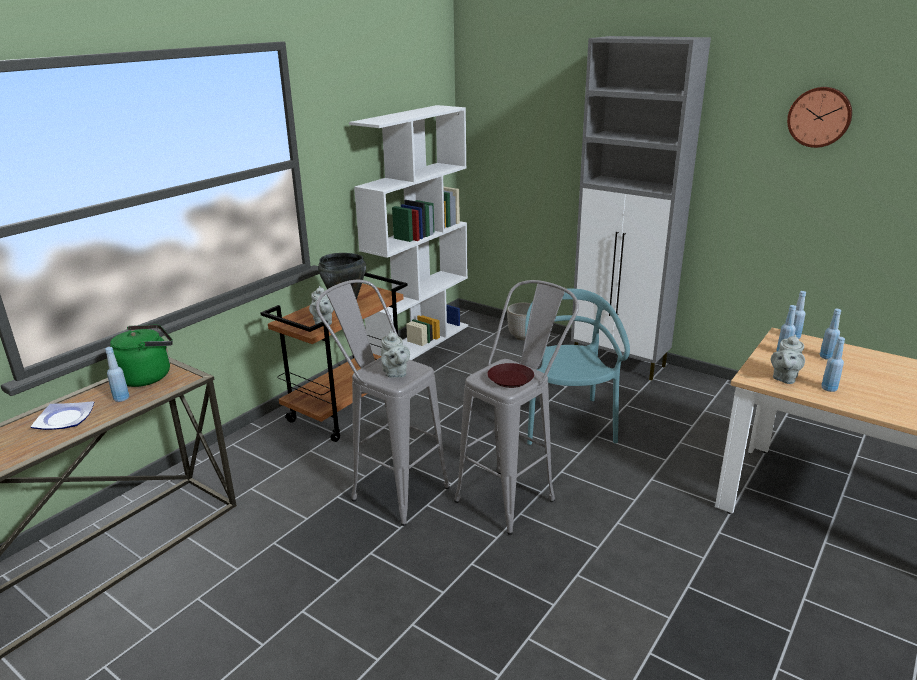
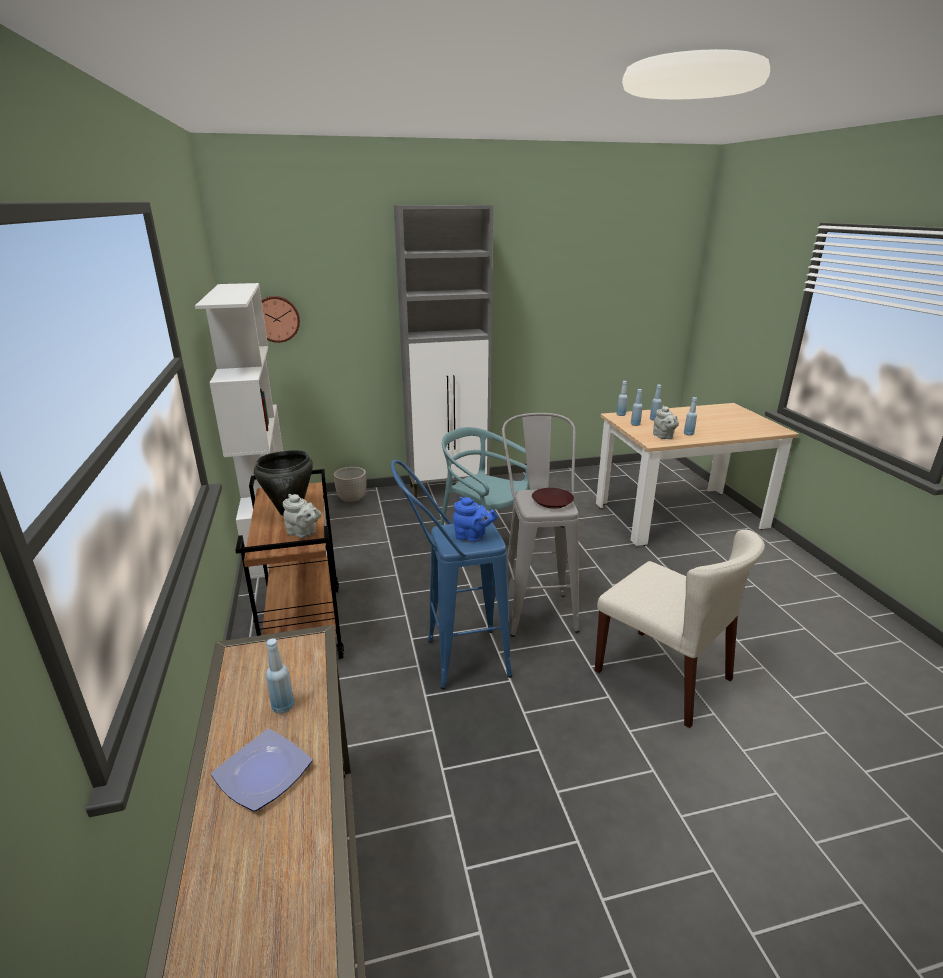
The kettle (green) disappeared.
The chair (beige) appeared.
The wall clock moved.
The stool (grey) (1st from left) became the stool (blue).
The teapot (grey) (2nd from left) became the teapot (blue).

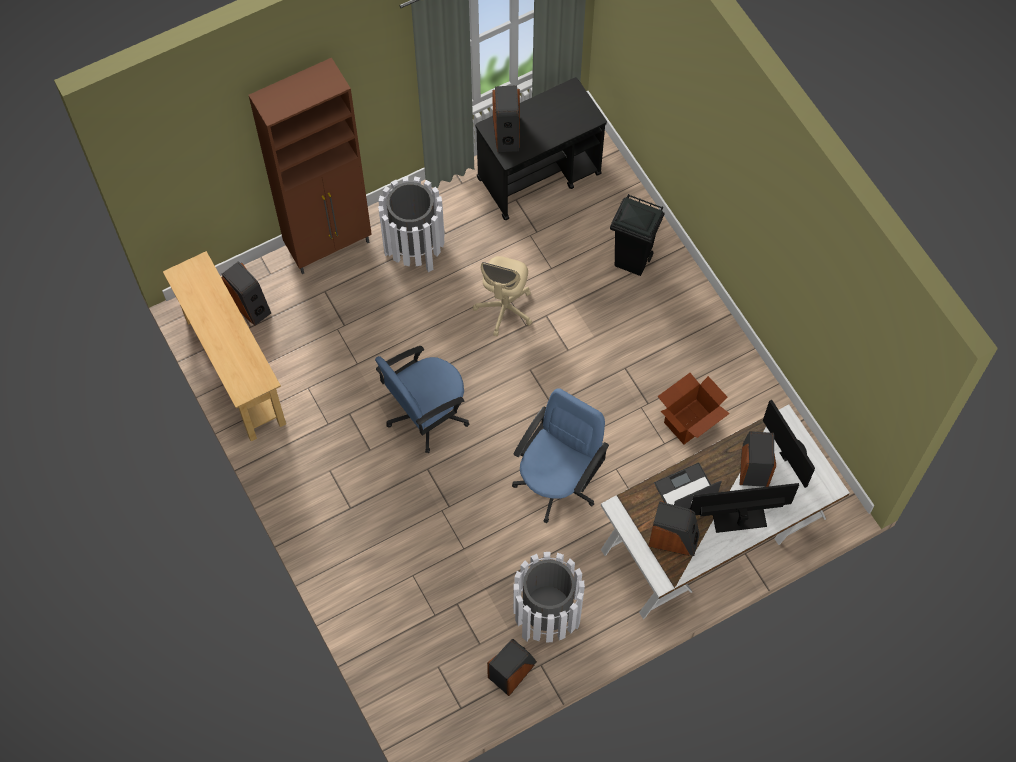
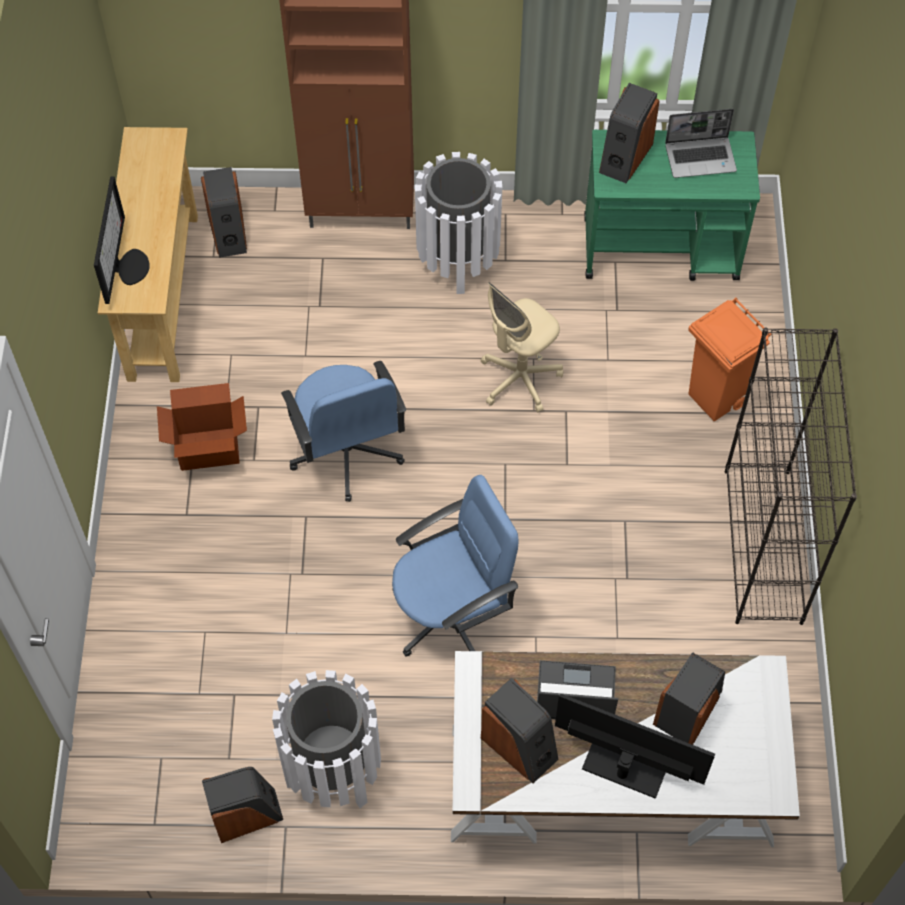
The laptop (2nd from left) appeared.
The bookcase (black) appeared.
The cardboard box moved.
The monitor (2nd from left in the first image) moved.
The cart (black) became the cart (green).
The trash can (black) became the trash can (orange).
The office chair (blue) (1st from left) turned 105 degrees counterclockwise.

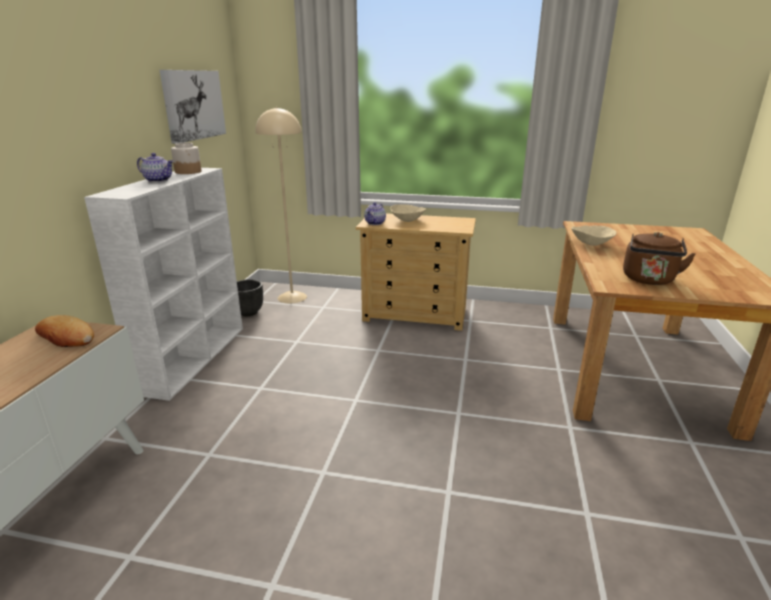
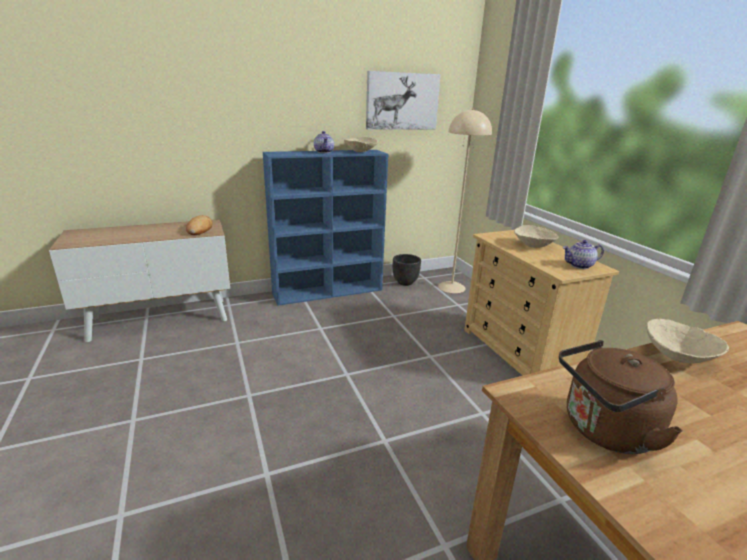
The teapot (2nd from left) moved.
The jar was replaced by the bowl (beige) (1st from left).
The bookcase (white) became the bookcase (blue).

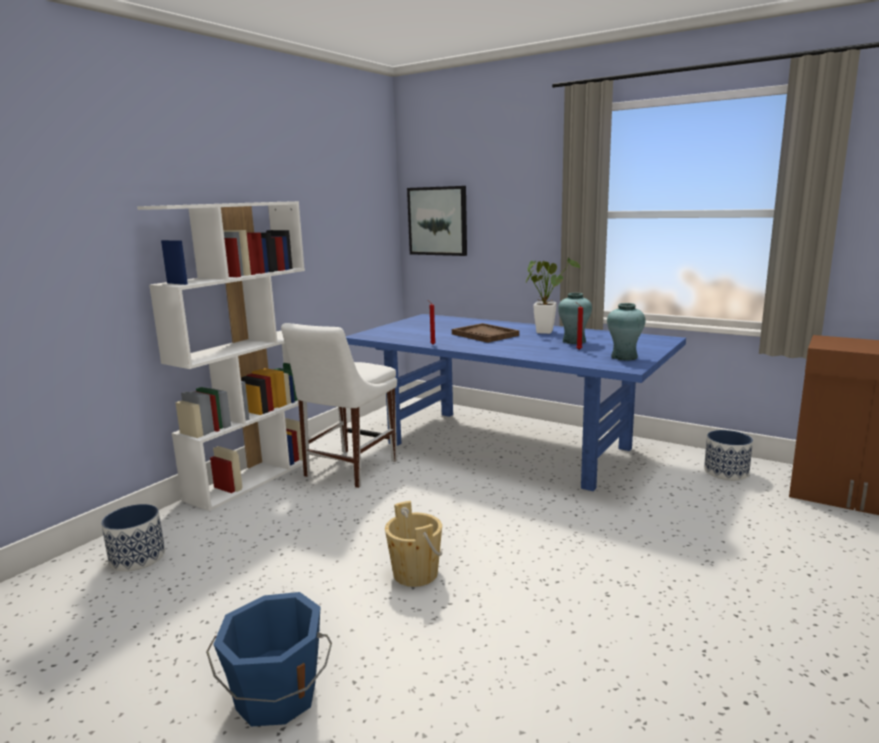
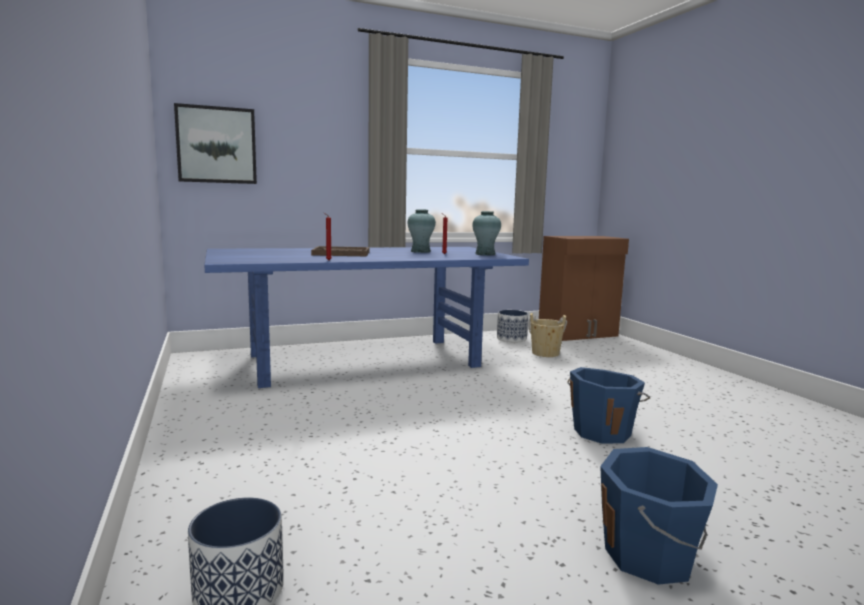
The bookcase (white) disappeared.
The chair (white) disappeared.
The potted plant disappeared.
The bucket (blue) (1st from left) appeared.
The bucket (beige) moved.

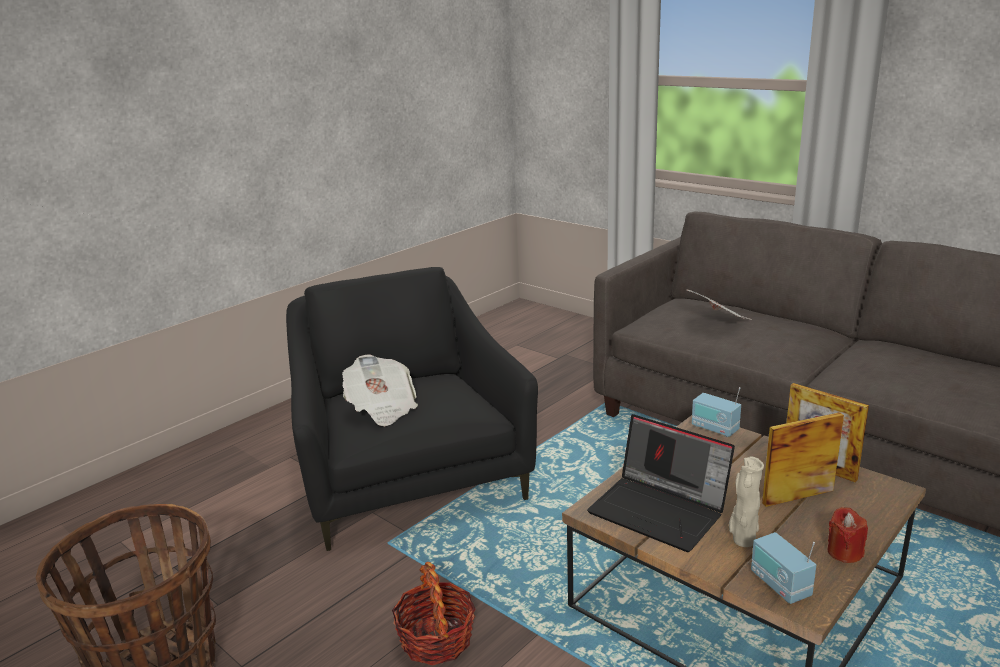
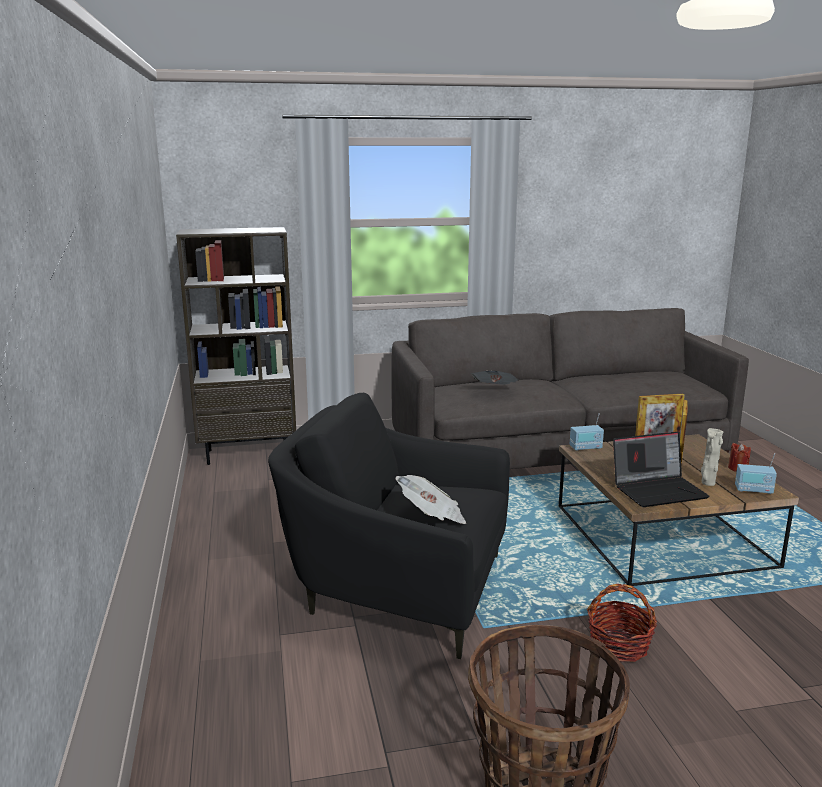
The bookcase (brown) appeared.

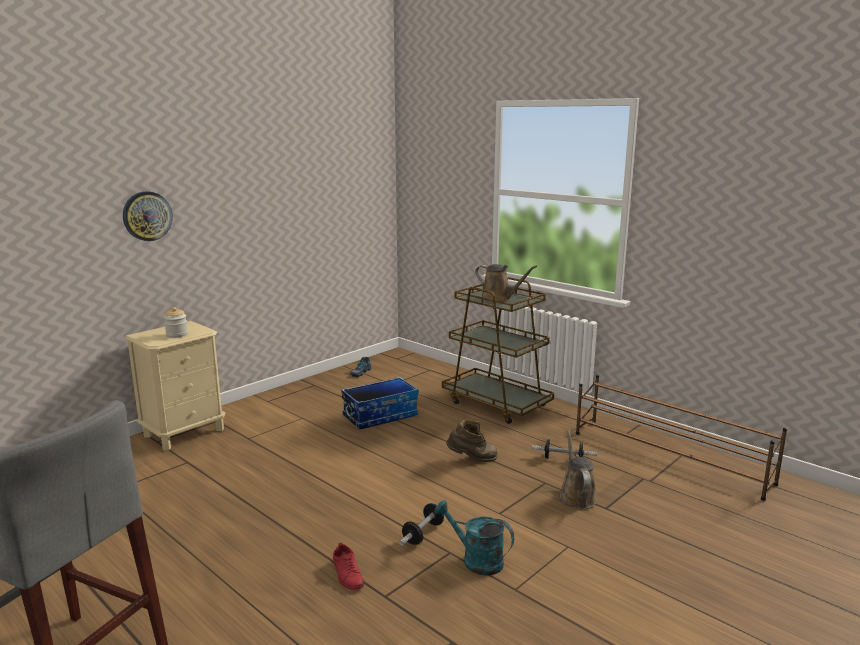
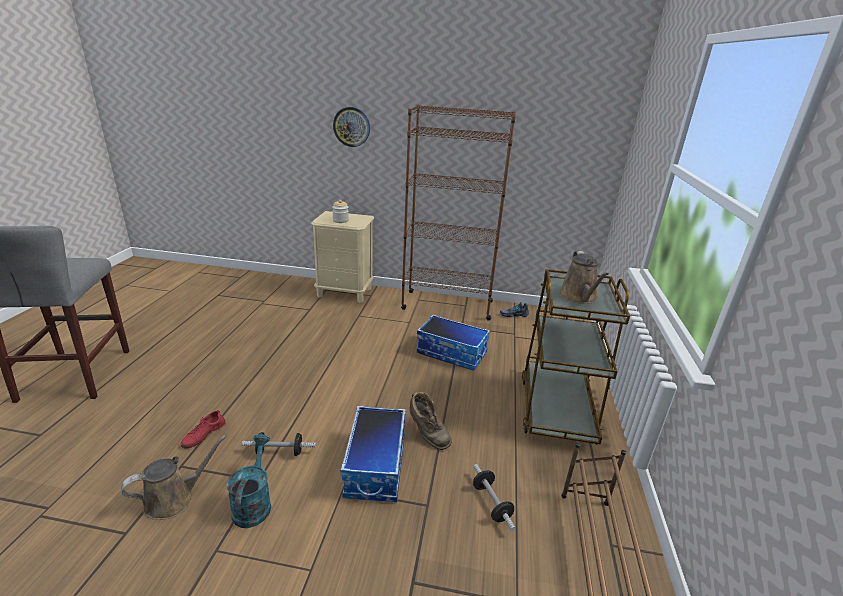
The storage box (1st from left) appeared.
The bookcase (brown) appeared.
The watering can (brown) (2nd from left in the first image) moved.

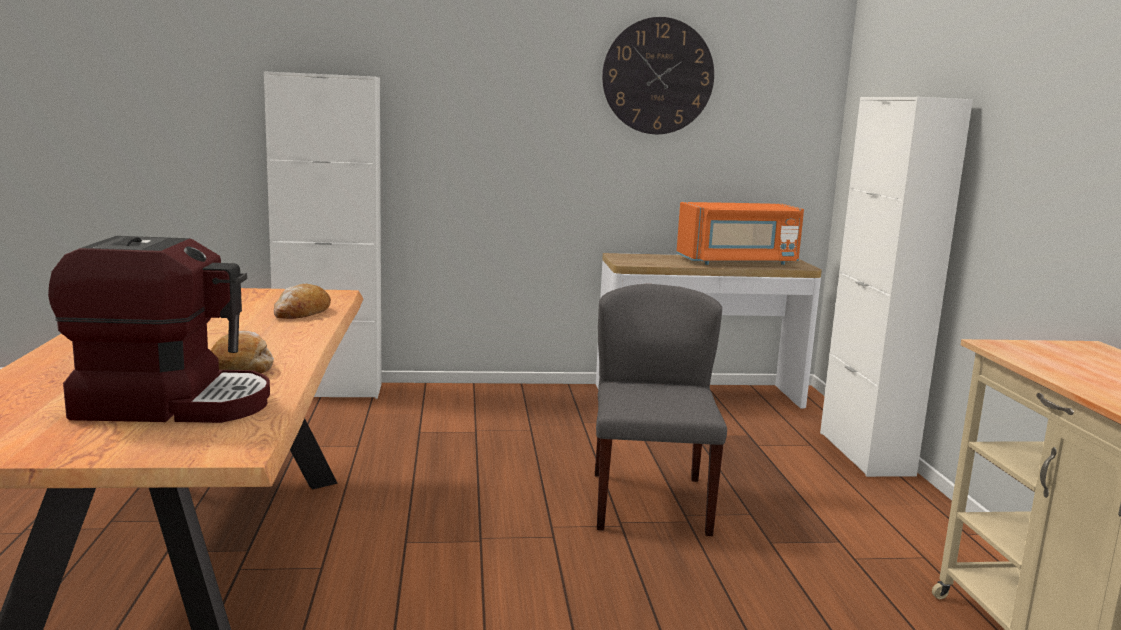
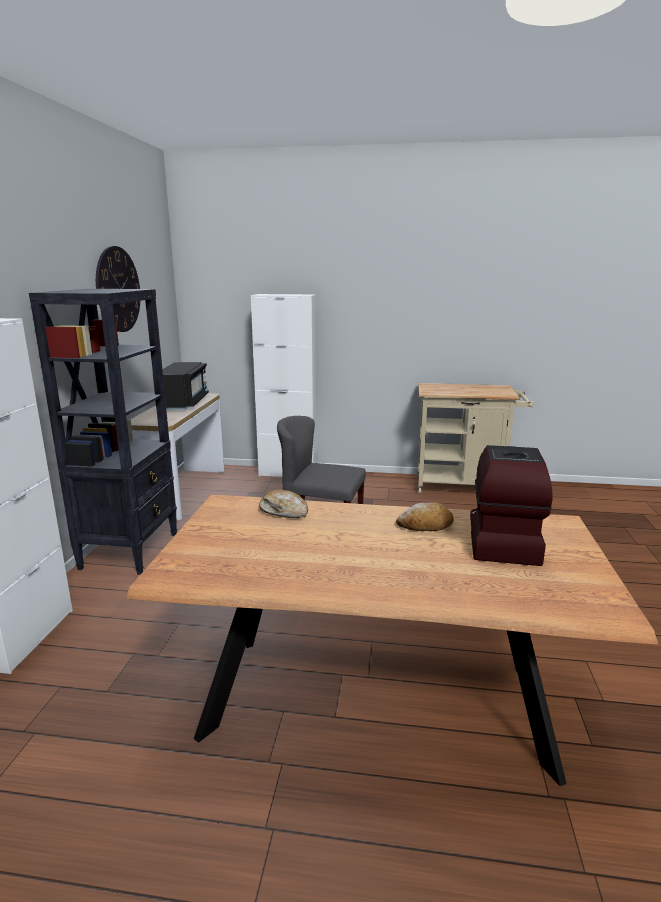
The bookcase (black) appeared.
The microwave (orange) became the microwave (black).

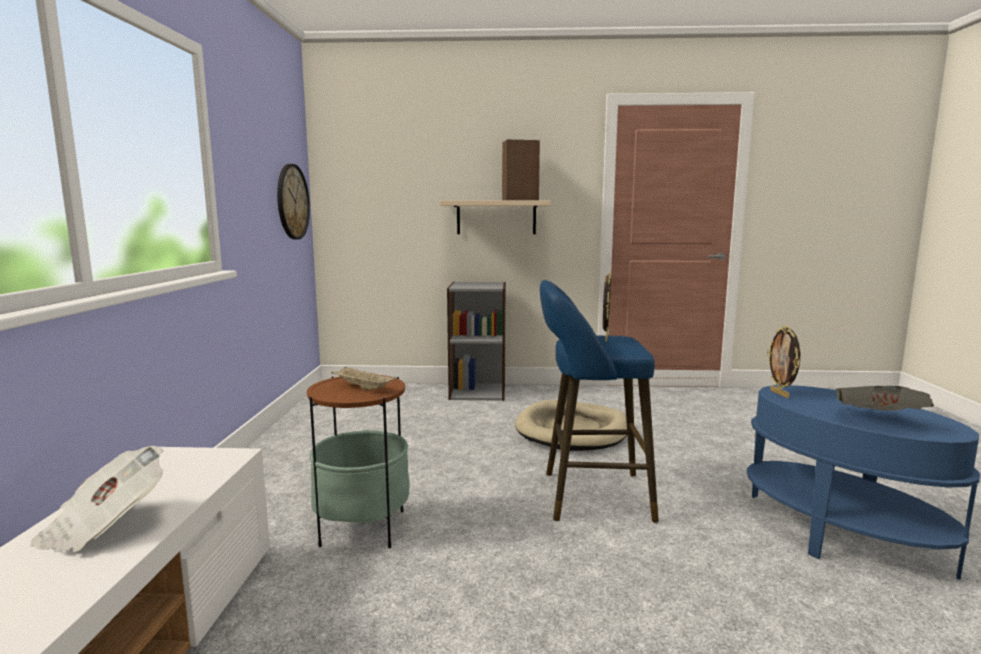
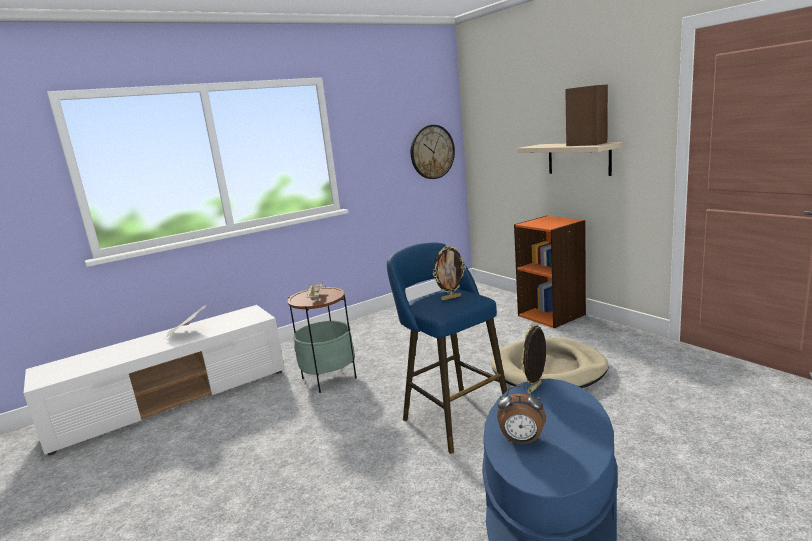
The newspaper (2nd from left) was replaced by the alarm clock.
The bookcase (grey) became the bookcase (orange).

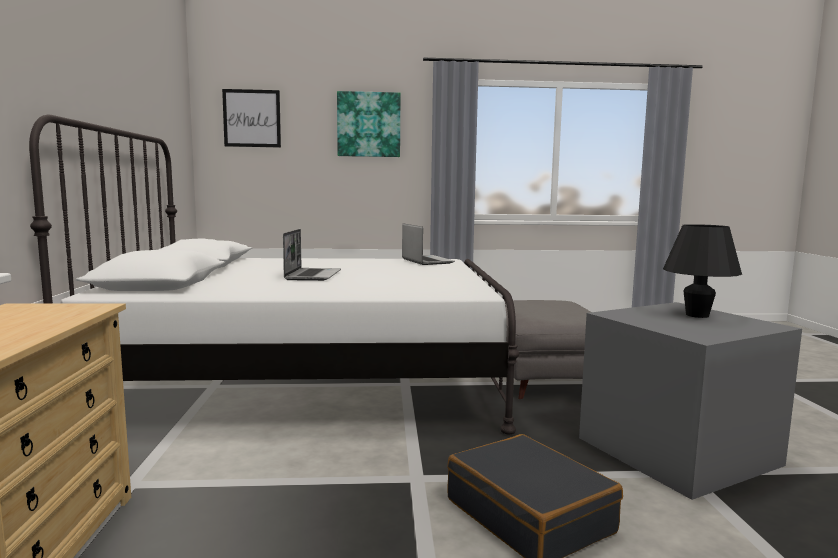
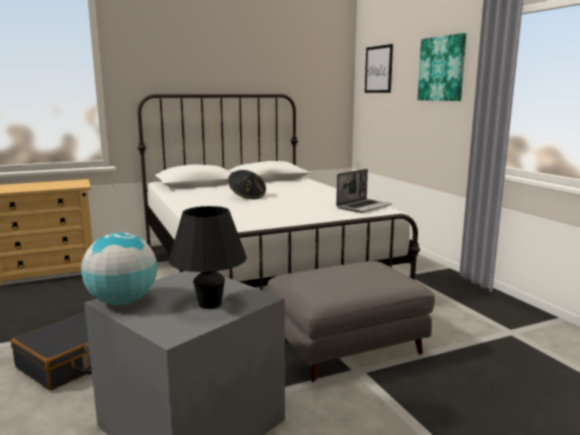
The globe appeared.
The laptop (1st from left) was replaced by the hat (black).

